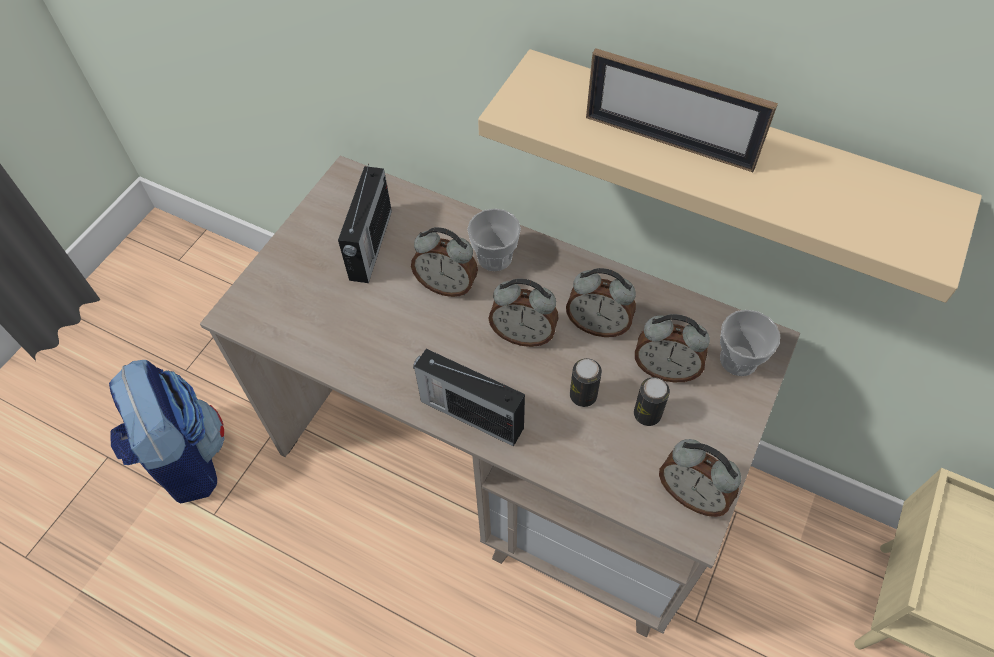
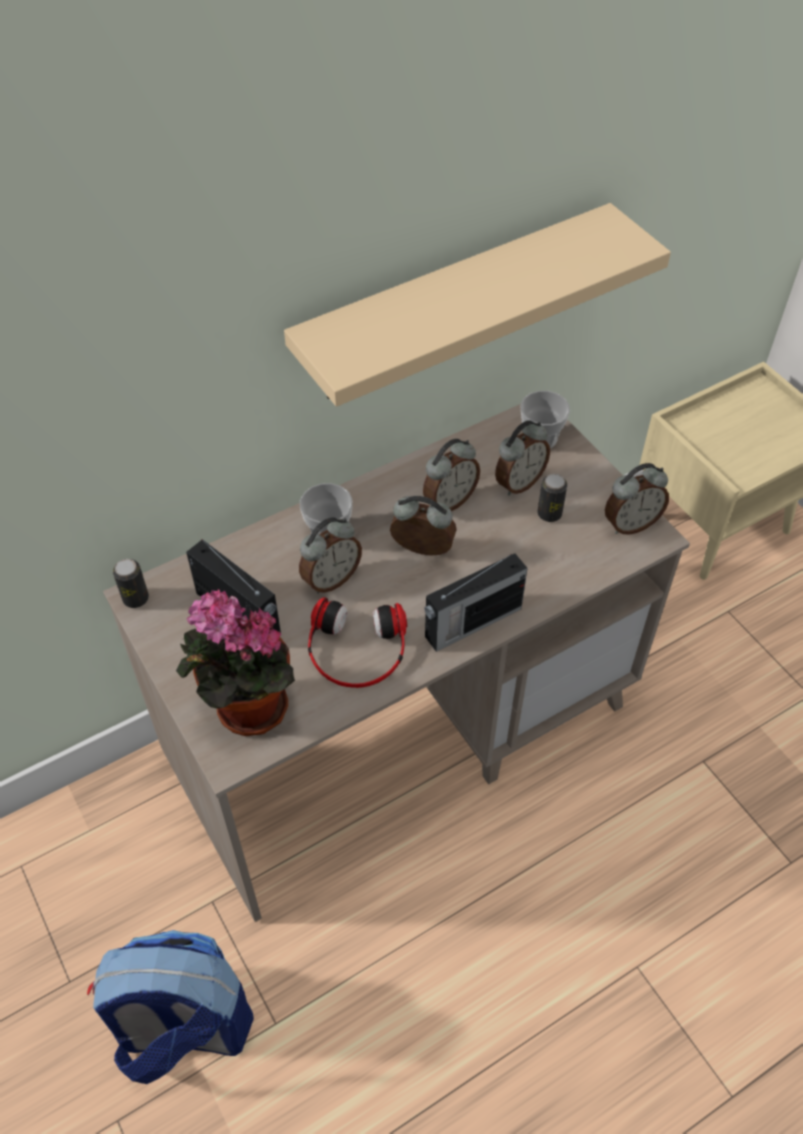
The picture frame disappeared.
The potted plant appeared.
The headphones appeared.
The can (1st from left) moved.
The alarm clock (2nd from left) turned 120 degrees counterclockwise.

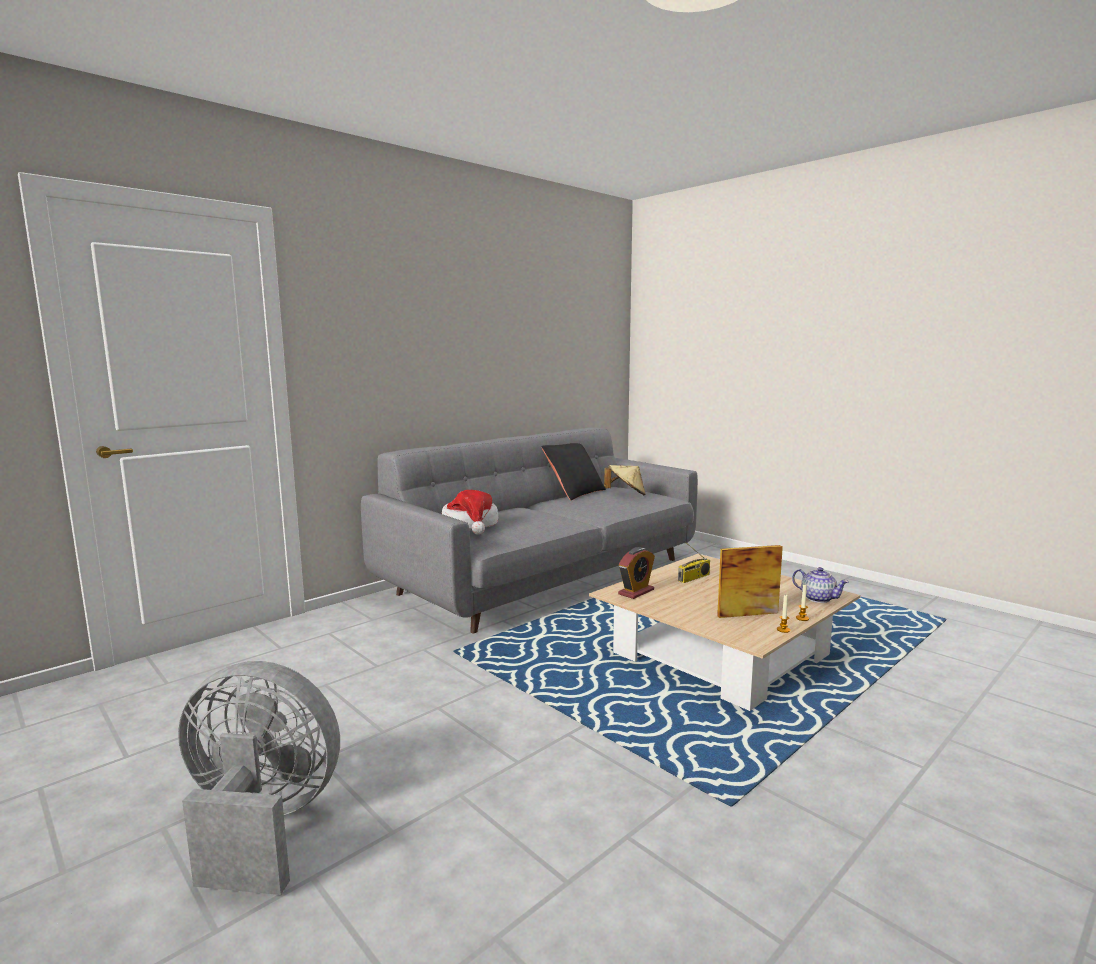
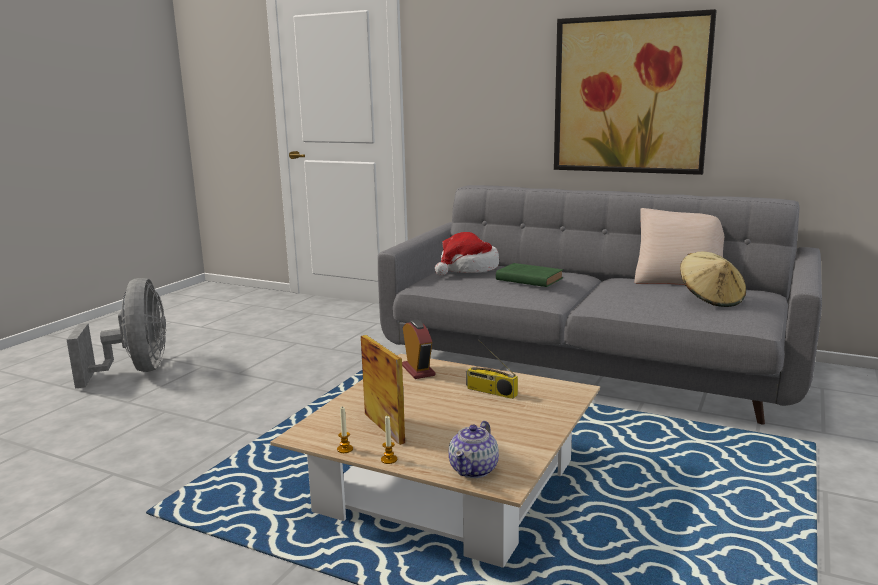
The book (green) appeared.
The picture appeared.
The pillow (black) became the pillow (beige).
The alarm clock turned 135 degrees counterclockwise.

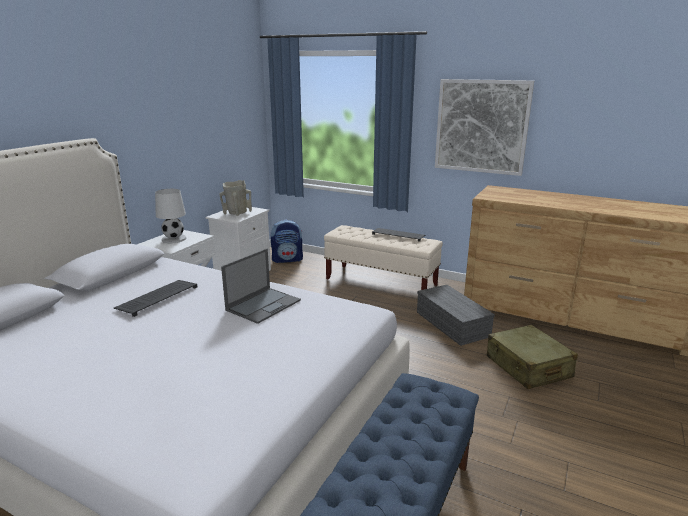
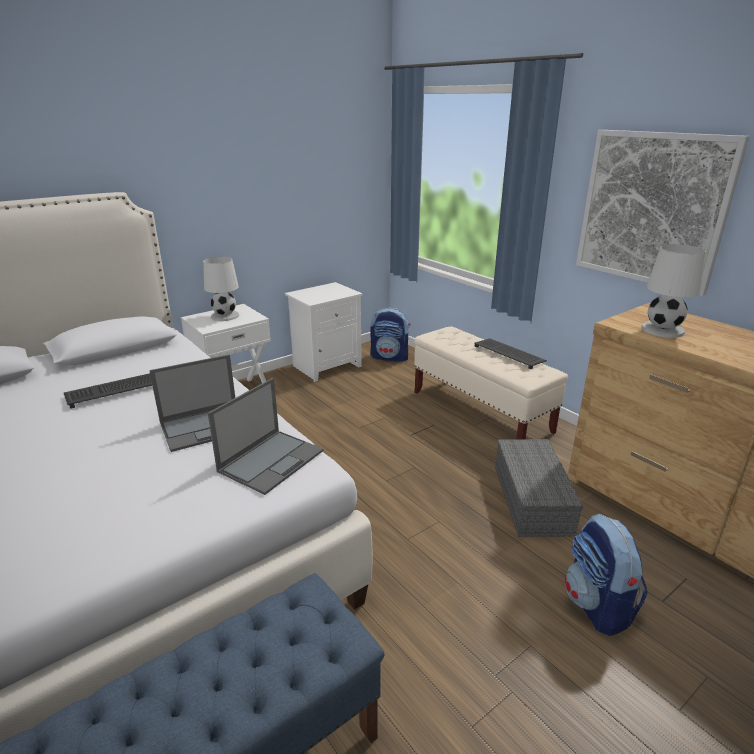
The vase (beige) disappeared.
The laptop (2nd from left) appeared.
The table lamp (white) (2nd from left) appeared.
The suitcase (beige) was replaced by the backpack (2nd from left).

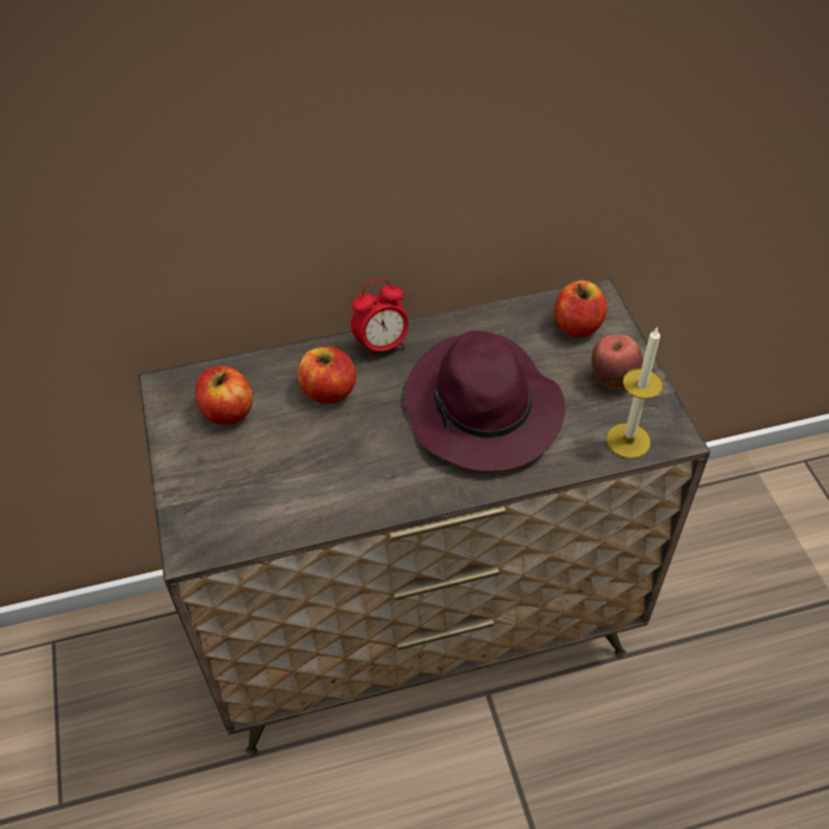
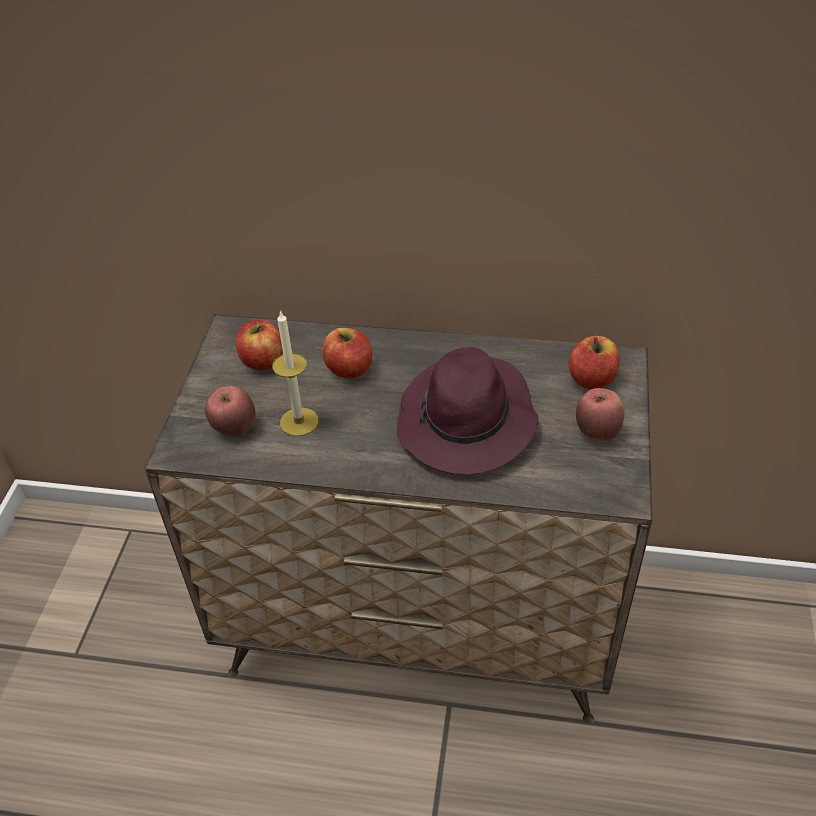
The alarm clock disappeared.
The apple (1st from left) appeared.
The candle moved.

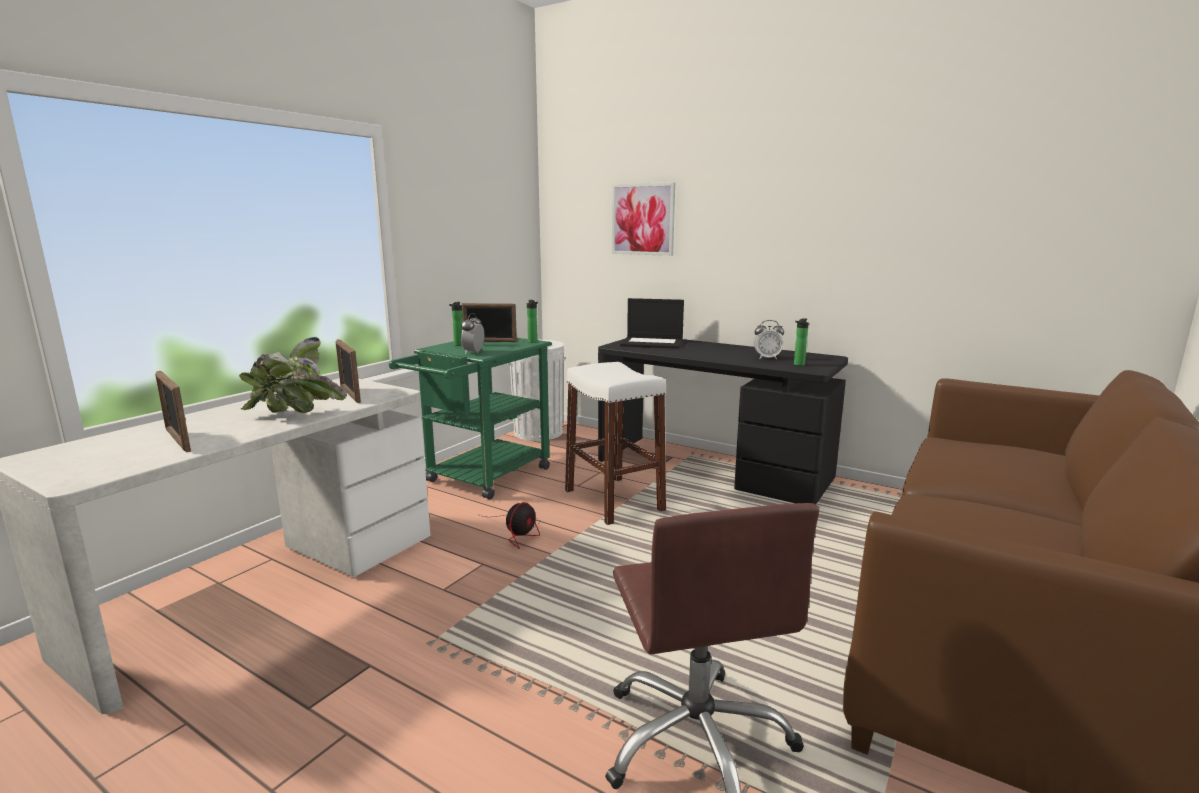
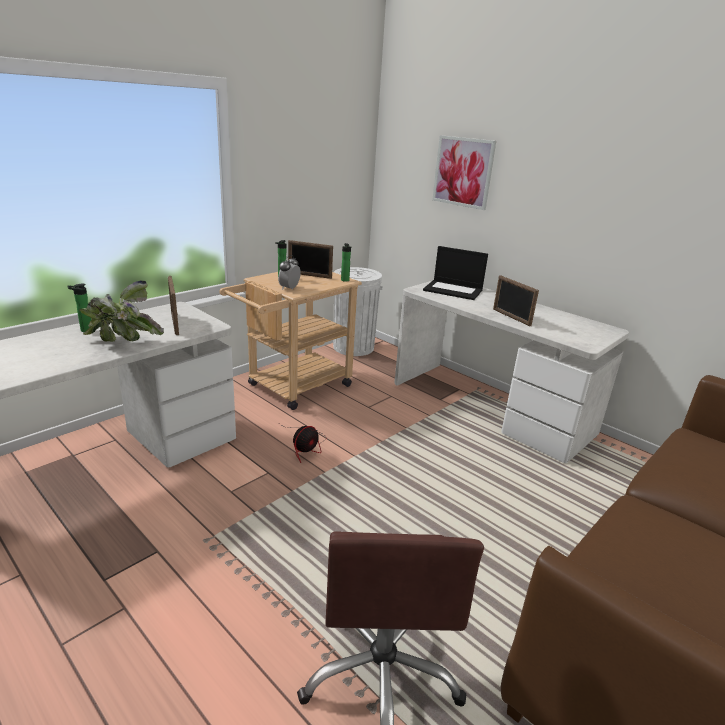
The stool (white) disappeared.
The alarm clock (2nd from left) disappeared.
The picture frame (1st from left in the first image) moved.
The bottle (3rd from left in the first image) moved.
The cart (green) became the cart (beige).
The desk (black) became the desk (white) (2nd from left).

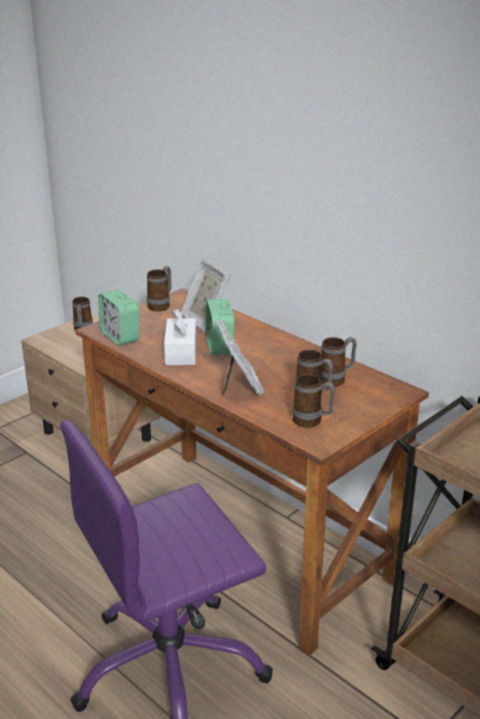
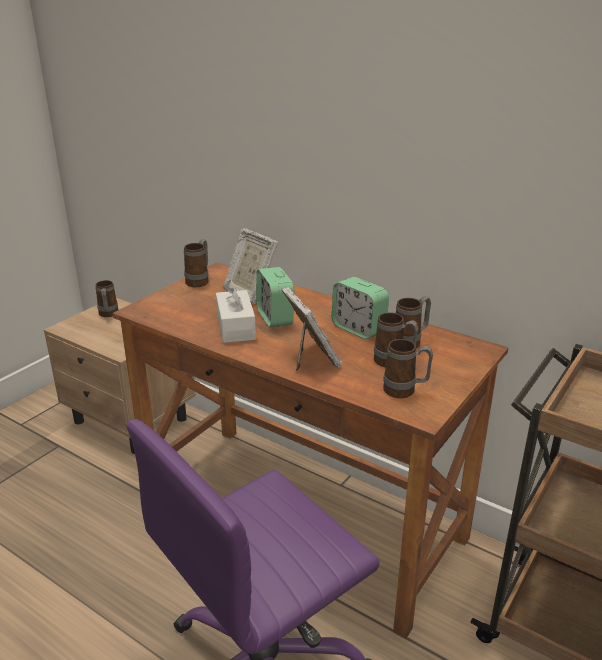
The alarm clock (1st from left in the first image) moved.

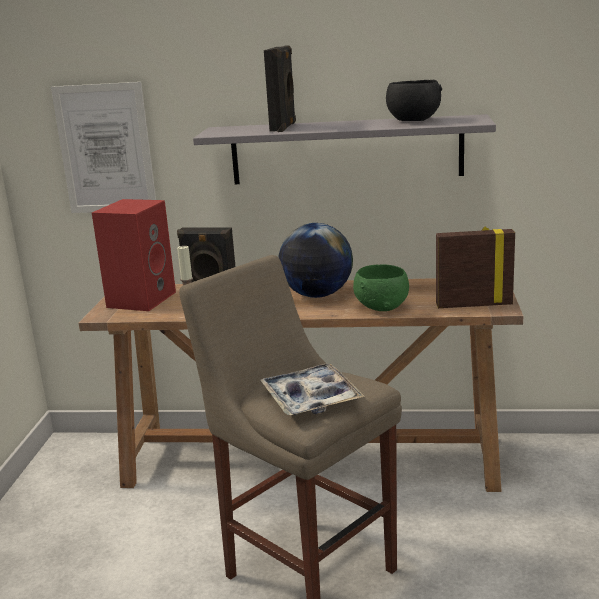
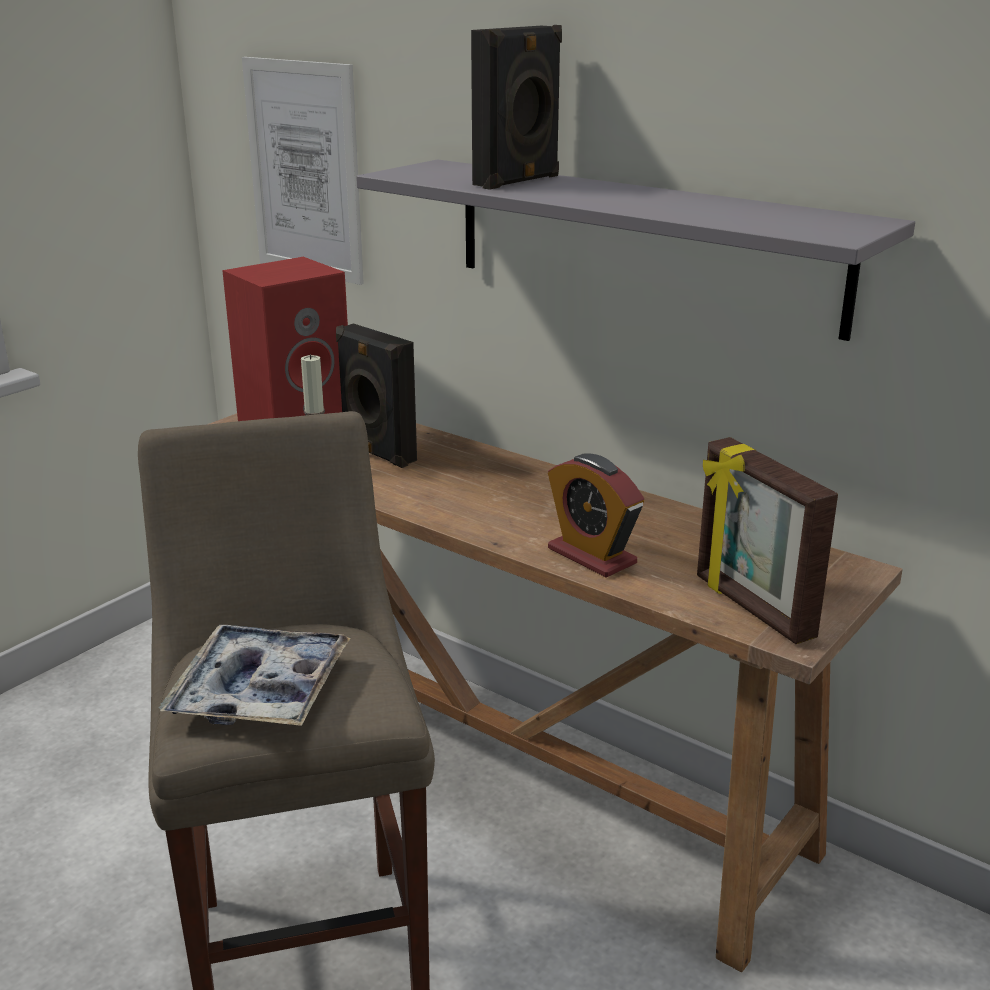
The globe disappeared.
The bowl (black) disappeared.
The bowl (green) was replaced by the alarm clock.
The picture frame turned 150 degrees counterclockwise.

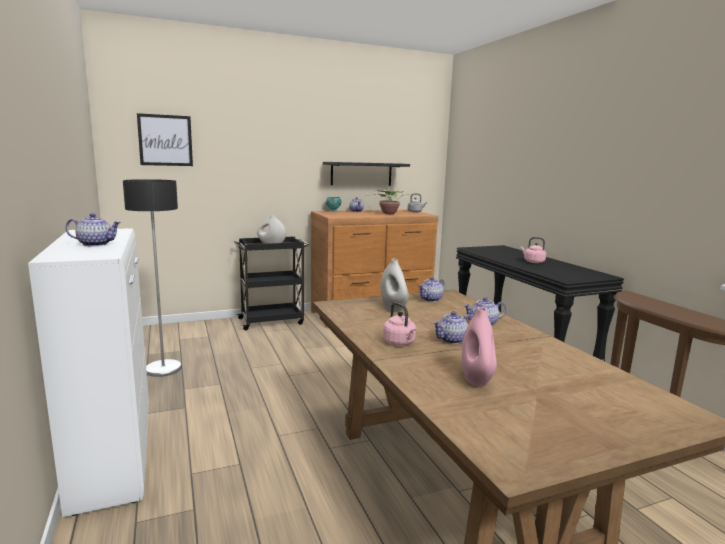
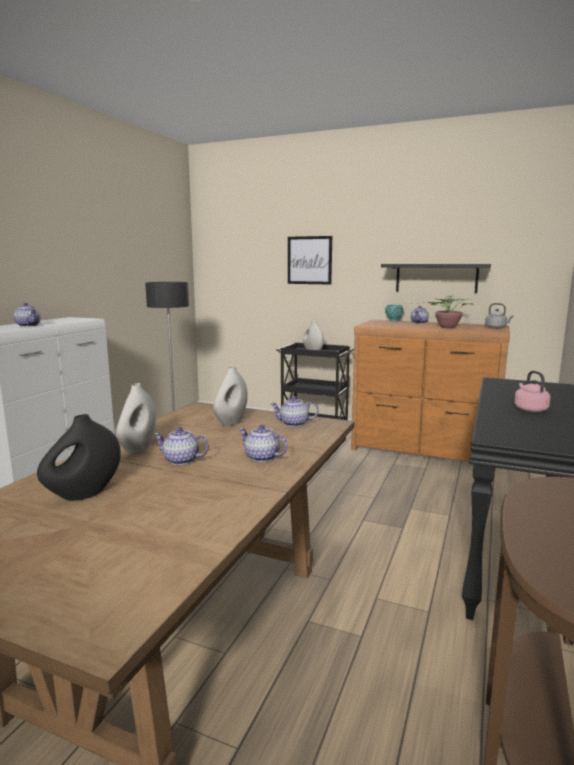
The picture moved.
The kettle (pink) (1st from left) was replaced by the vase (white) (1st from left).
The vase (pink) became the vase (black).

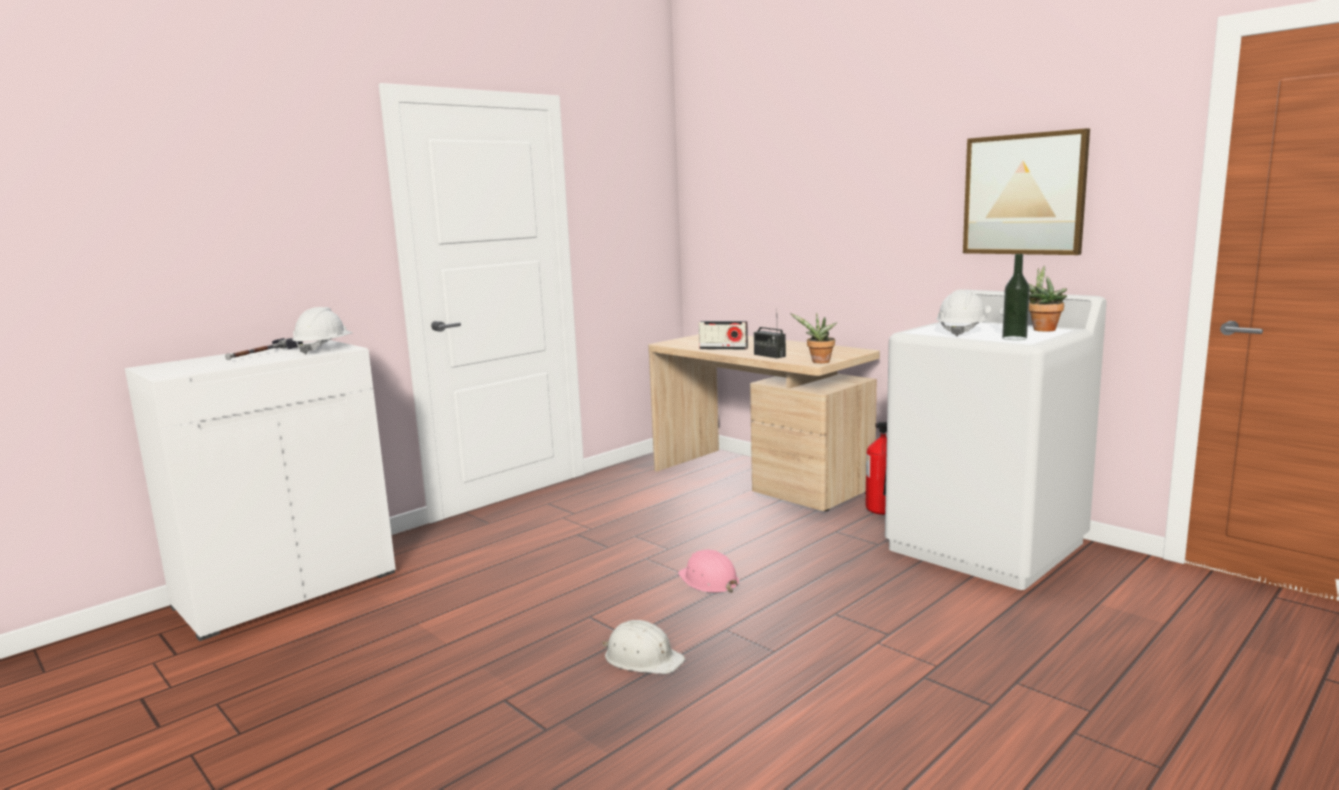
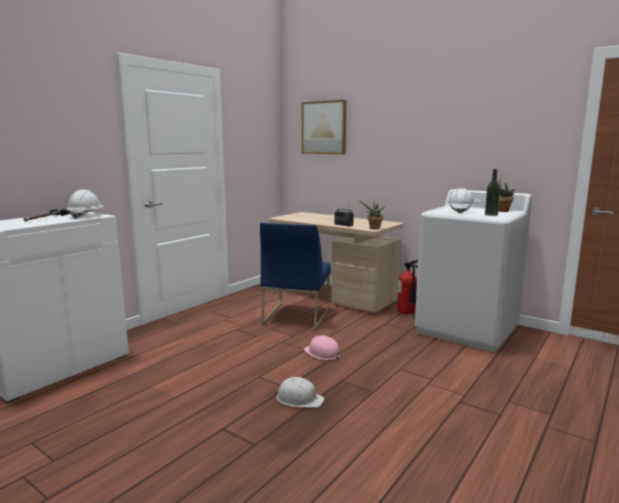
The radio (1st from left) disappeared.
The chair (blue) appeared.
The picture moved.

